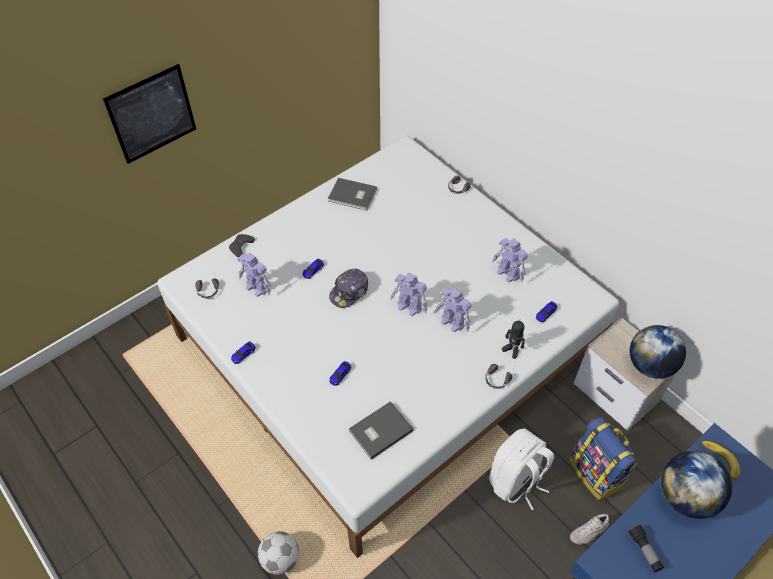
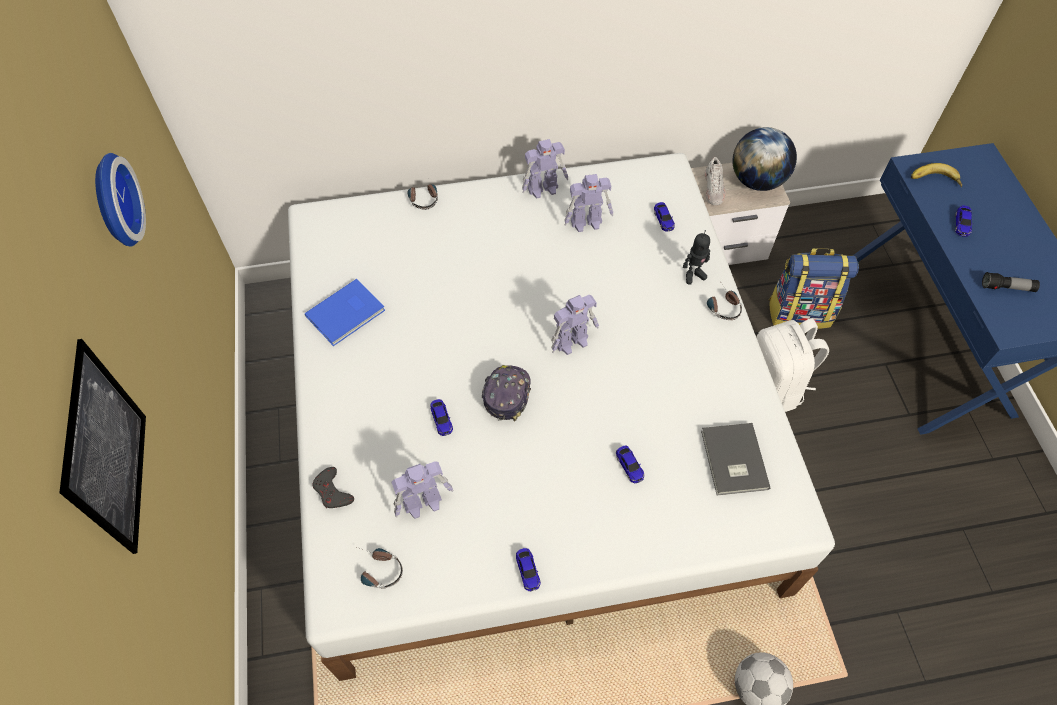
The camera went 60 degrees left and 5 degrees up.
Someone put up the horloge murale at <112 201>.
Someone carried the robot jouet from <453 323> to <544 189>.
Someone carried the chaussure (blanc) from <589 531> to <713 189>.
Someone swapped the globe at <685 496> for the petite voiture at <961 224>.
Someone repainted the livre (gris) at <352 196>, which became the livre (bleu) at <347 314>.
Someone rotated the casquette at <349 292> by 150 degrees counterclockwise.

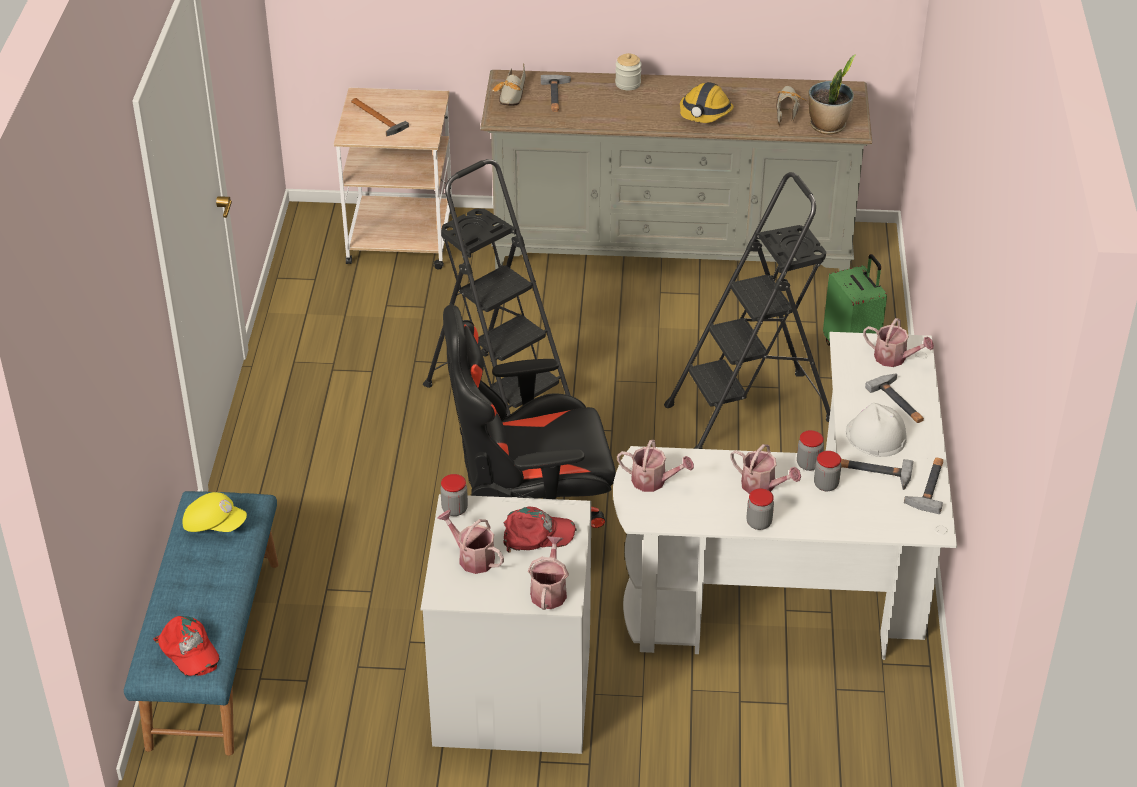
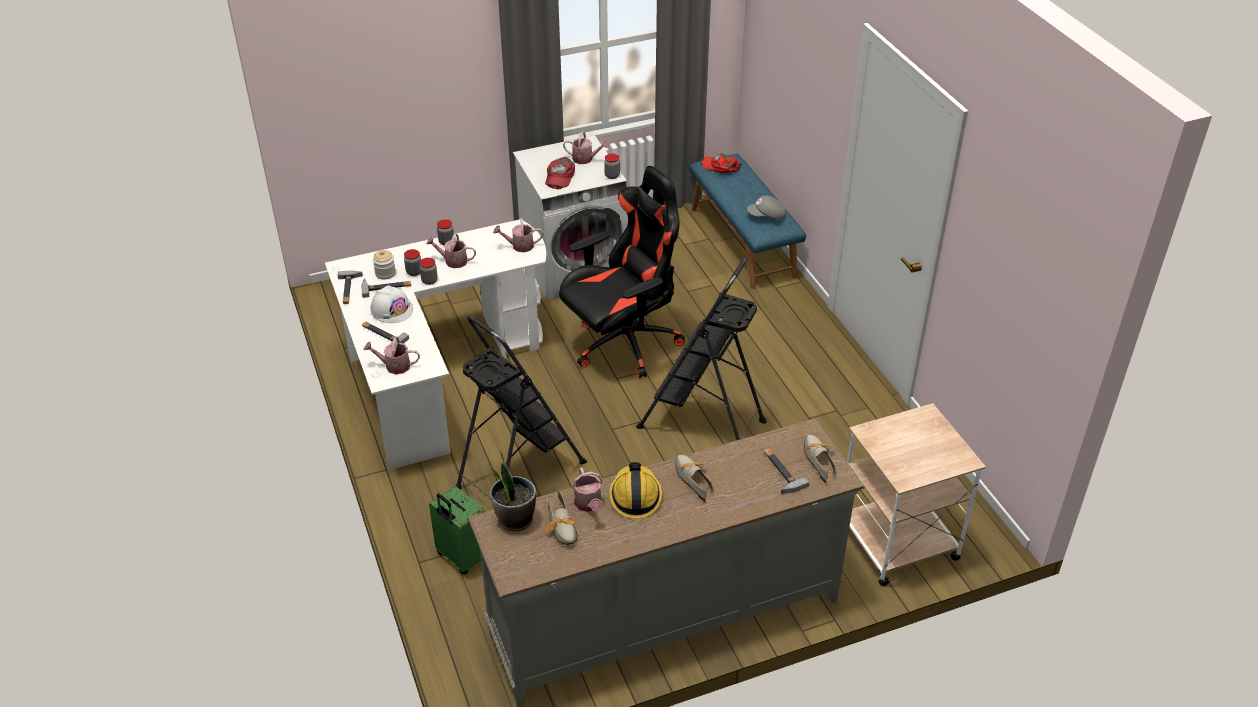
The camera went 155 degrees right and 0 degrees up.
Someone took away the marteau at <378 119>.
Someone put down the chaussure at <692 478>.
Someone carried the arrosoir from <549 591> to <589 504>.
Someone carried the bocal from <628 84> to <385 273>.
Someone repainted the casquette (jaune) at <215 524>, which became the casquette (gris) at <767 216>.
Someone rotated the casquette (rouge) at <537 534> by 45 degrees counterclockwise.

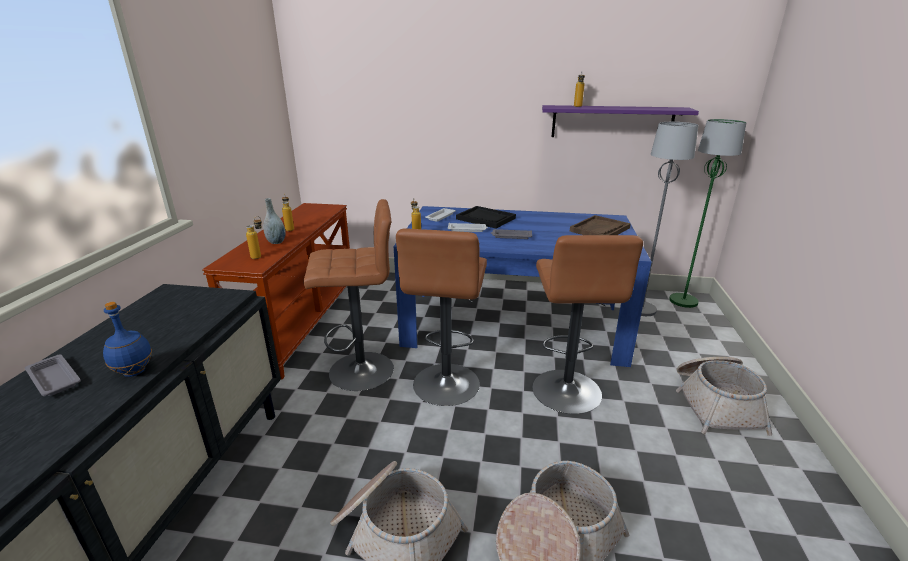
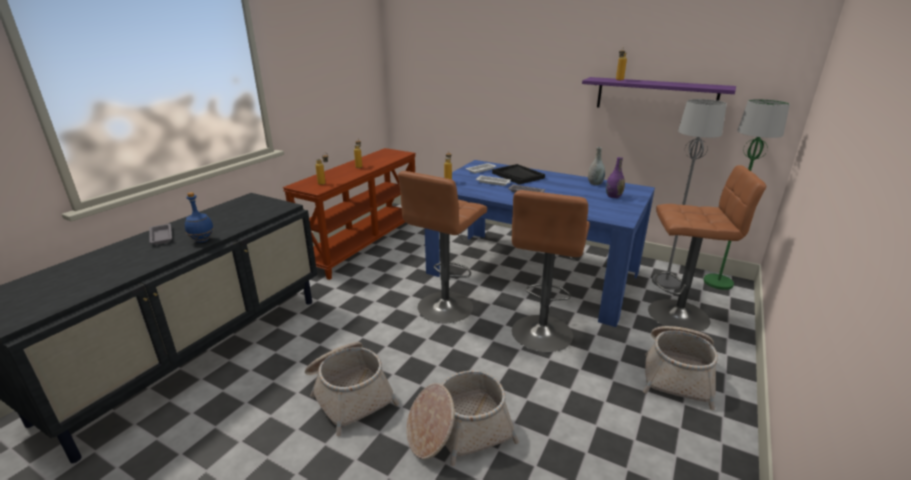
The camera went 20 degrees right and 0 degrees up.
Someone carried the vase (gris) from <276 242> to <595 183>.
Someone carried the tabouret (marron) from <362 371> to <679 316>.
Someone swapped the plateau (marron) at <599 229> for the vase (violet) at <613 196>.

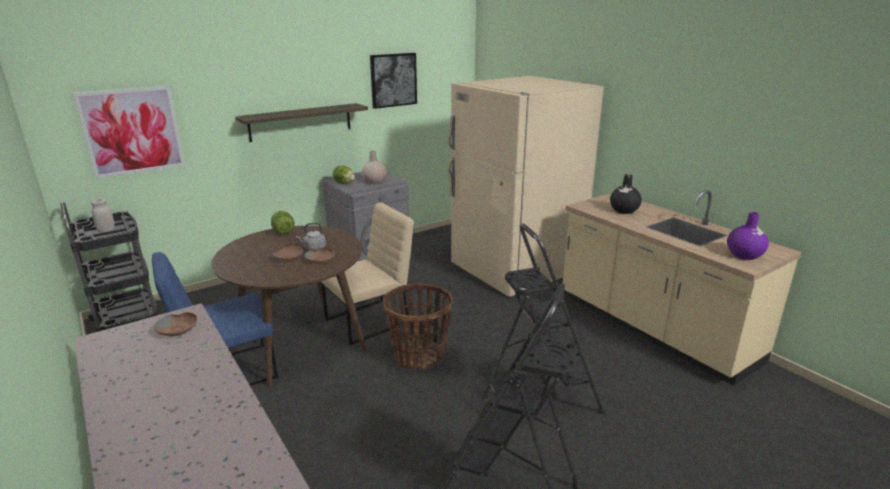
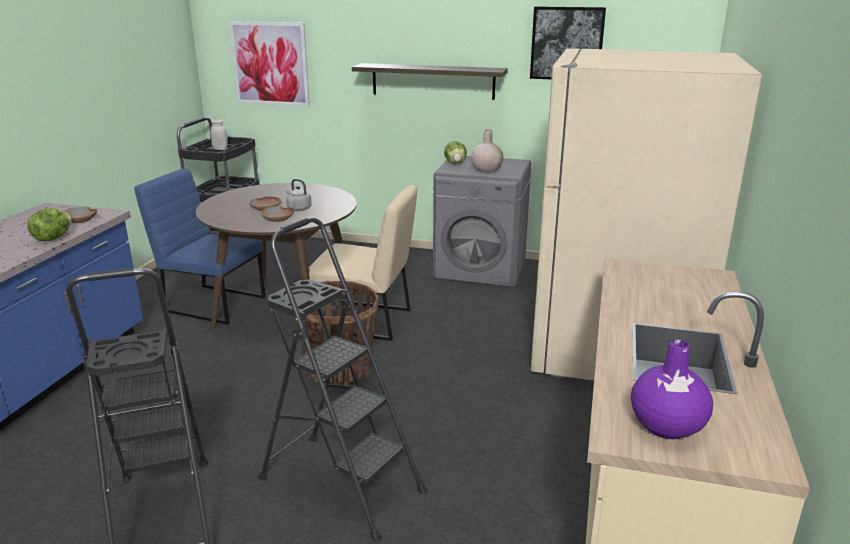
The camera went 50 degrees right and 0 degrees up.
Someone took away the vase (noir) at <623 210>.
Someone carried the laitue from <283 232> to <53 238>.

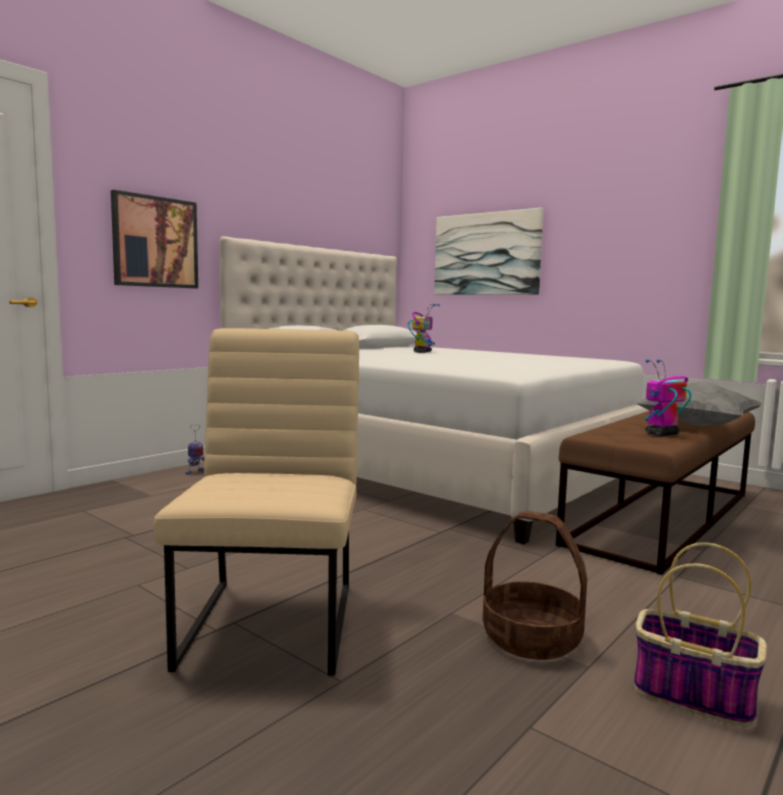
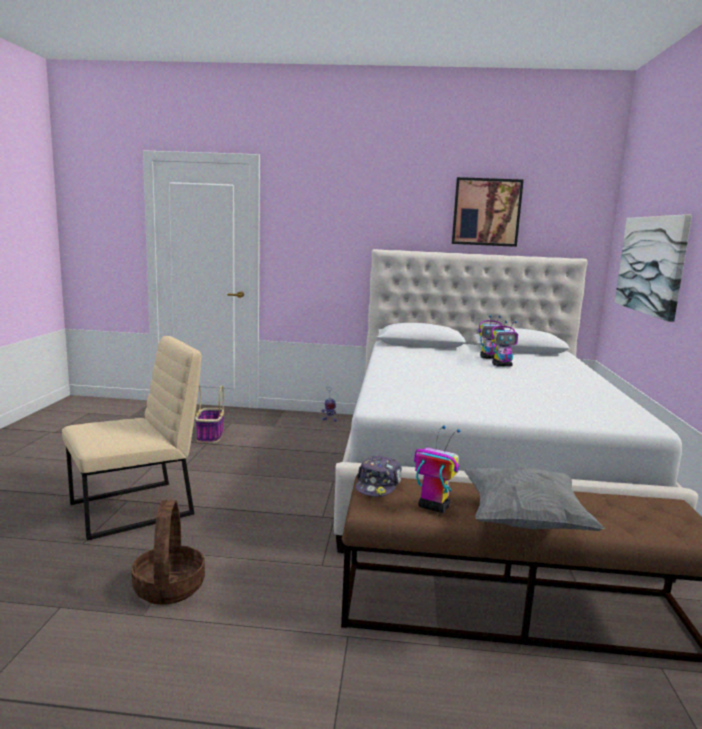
The camera went 55 degrees right and 5 degrees up.
Someone put down the casquette at <378 485>.
Someone put down the robot jouet at <489 358>.
Someone carried the tableau from <155 242> to <486 212>.
Someone carried the panier from <690 695> to <210 436>.

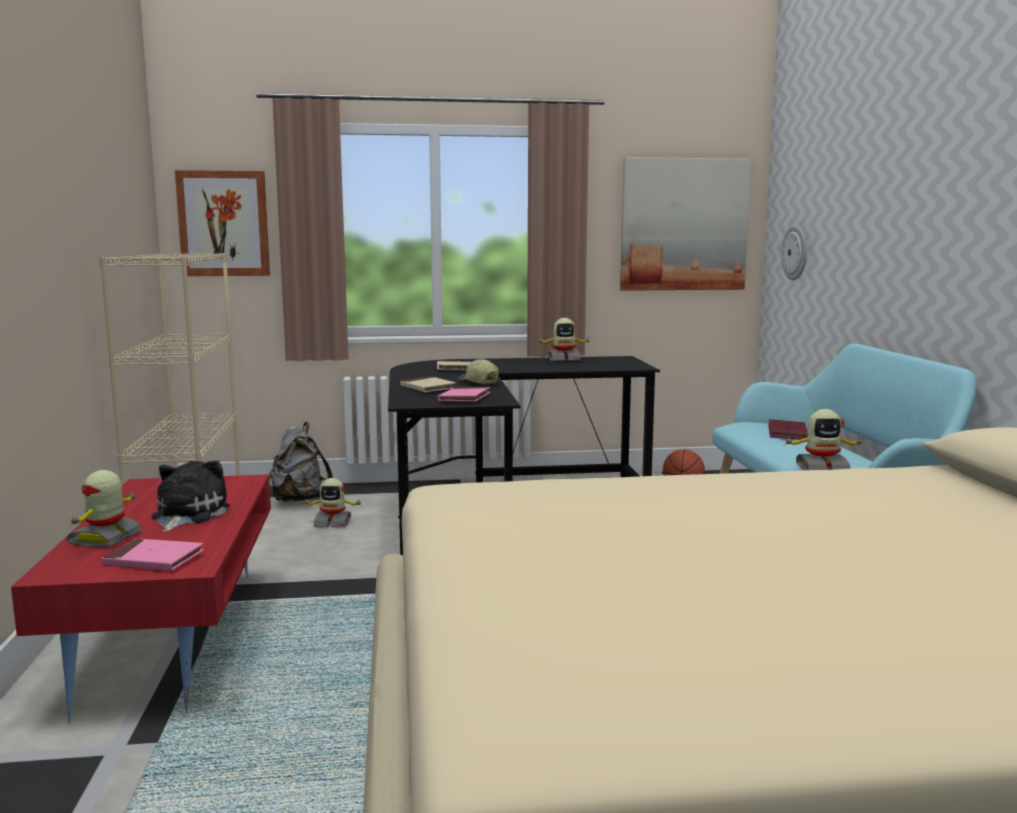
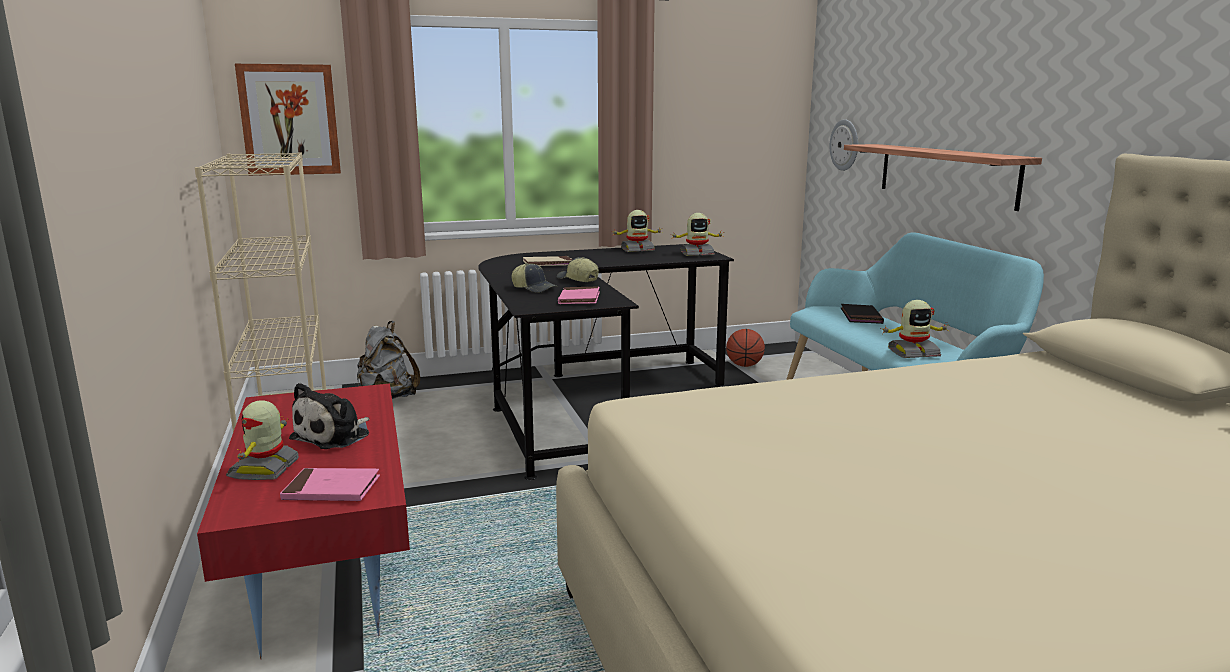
The camera went 10 degrees left and 5 degrees up.
Someone took away the tableau at <683 225>.
Someone put up the étagère at <946 174>.
Someone carried the robot jouet from <333 523> to <697 254>.
Someone swapped the livre (beige) at <428 388> for the casquette at <534 288>.
Someone repainted the livre (rouge) at <787 433>, which became the livre (noir) at <861 317>.
Someone rotated the peluche at <187 515> by 150 degrees counterclockwise.

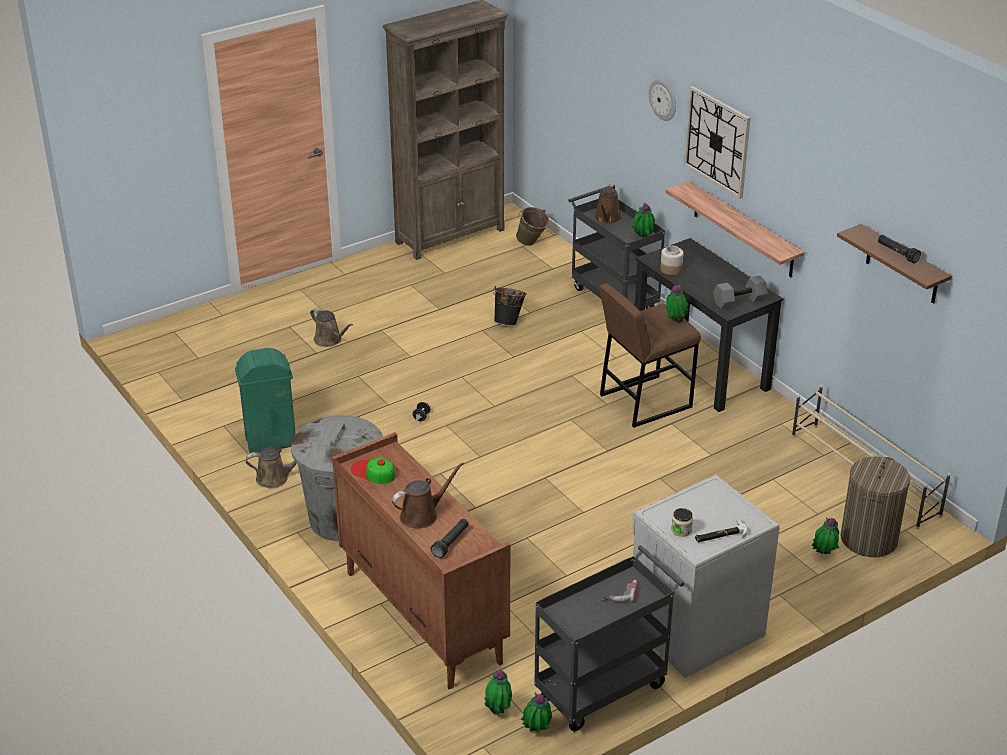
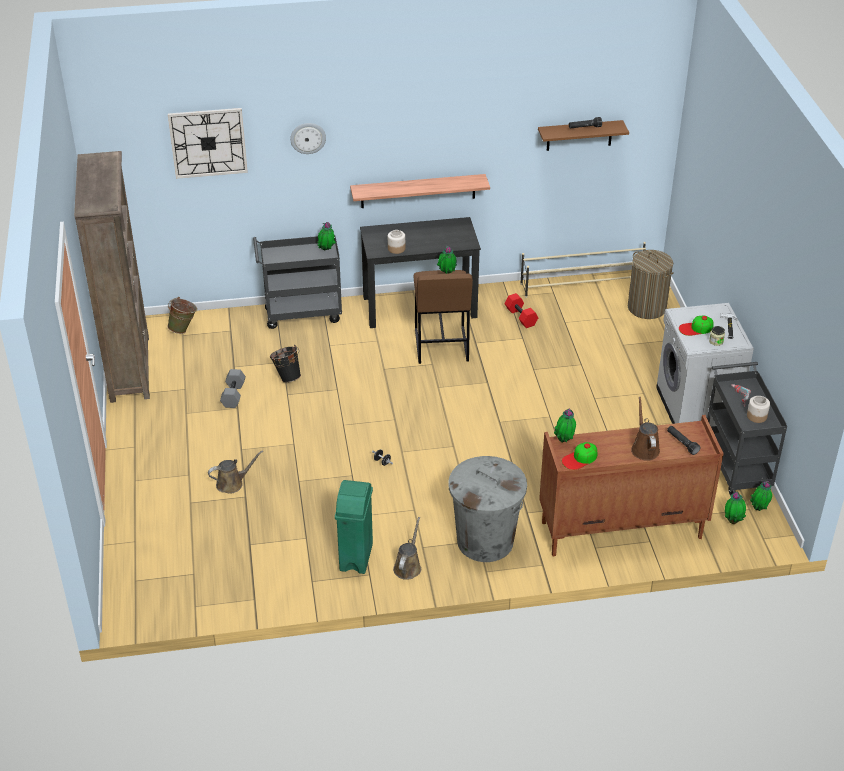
The camera went 65 degrees left and 5 degrees up.
Someone took away the arrosoir (marron) at <607 219>.
Someone put down the haltère (rouge) at <521 317>.
Someone put down the casquette at <696 328>.
Someone put down the bocal at <757 416>.
Someone carried the horloge murale from <717 141> to <208 142>.
Someone carried the haltère (gris) from <739 302> to <234 395>.
Someone carried the plante en pot from <823 554> to <564 441>.

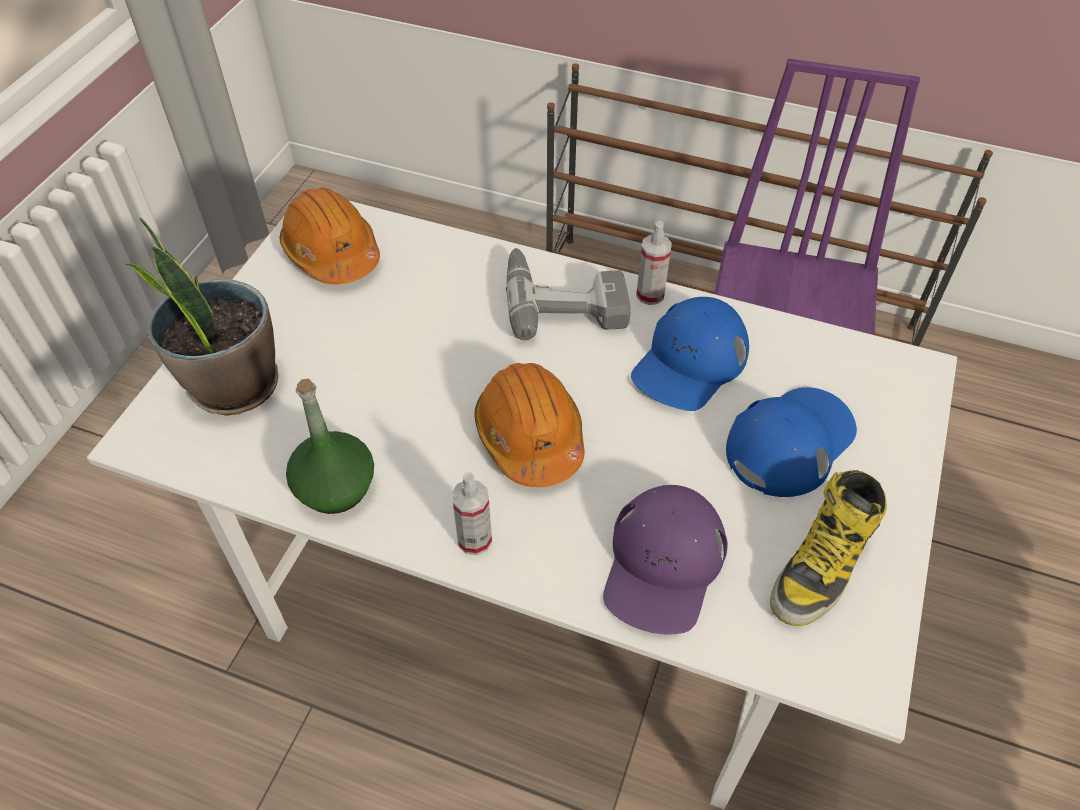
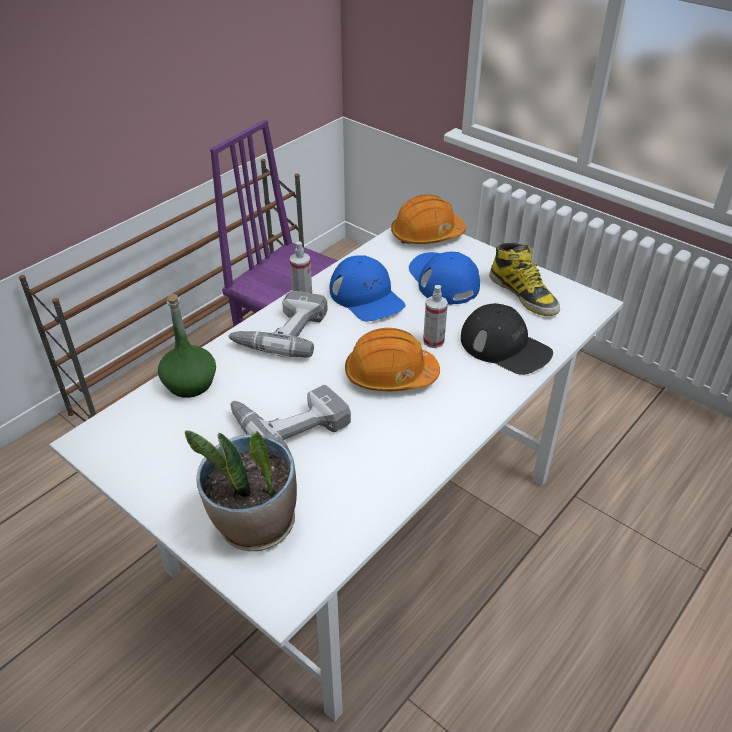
The camera went 70 degrees left and 10 degrees down.
Someone put down the perceuse at <289 423>.
Someone carried the casque de chantier (orange) from <332 252> to <426 235>.
Someone carried the bouteille (vert) from <335 488> to <190 384>.
Someone carried the vaporisateur from <474 540> to <433 341>.
Someone repainted the casquette (violet) at <663 564>, which became the casquette (noir) at <505 347>.

